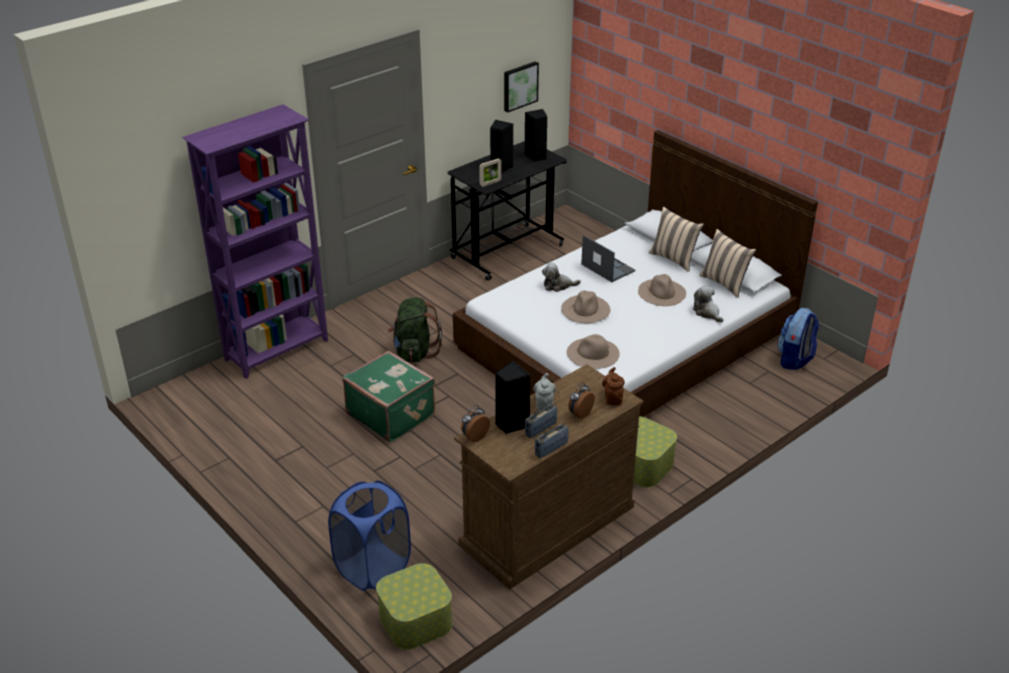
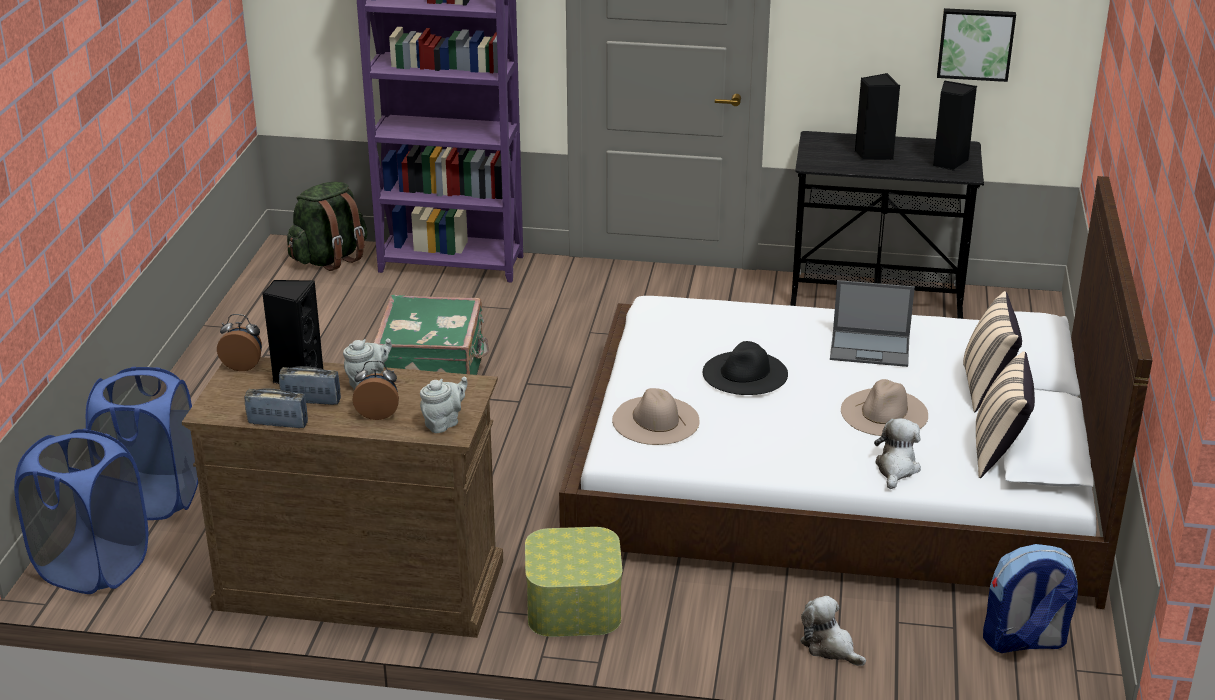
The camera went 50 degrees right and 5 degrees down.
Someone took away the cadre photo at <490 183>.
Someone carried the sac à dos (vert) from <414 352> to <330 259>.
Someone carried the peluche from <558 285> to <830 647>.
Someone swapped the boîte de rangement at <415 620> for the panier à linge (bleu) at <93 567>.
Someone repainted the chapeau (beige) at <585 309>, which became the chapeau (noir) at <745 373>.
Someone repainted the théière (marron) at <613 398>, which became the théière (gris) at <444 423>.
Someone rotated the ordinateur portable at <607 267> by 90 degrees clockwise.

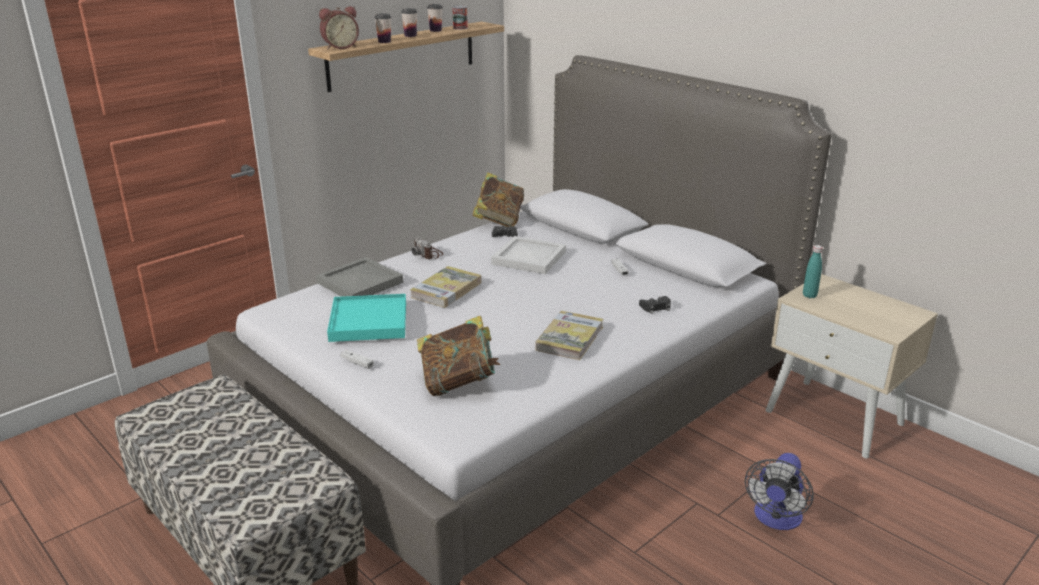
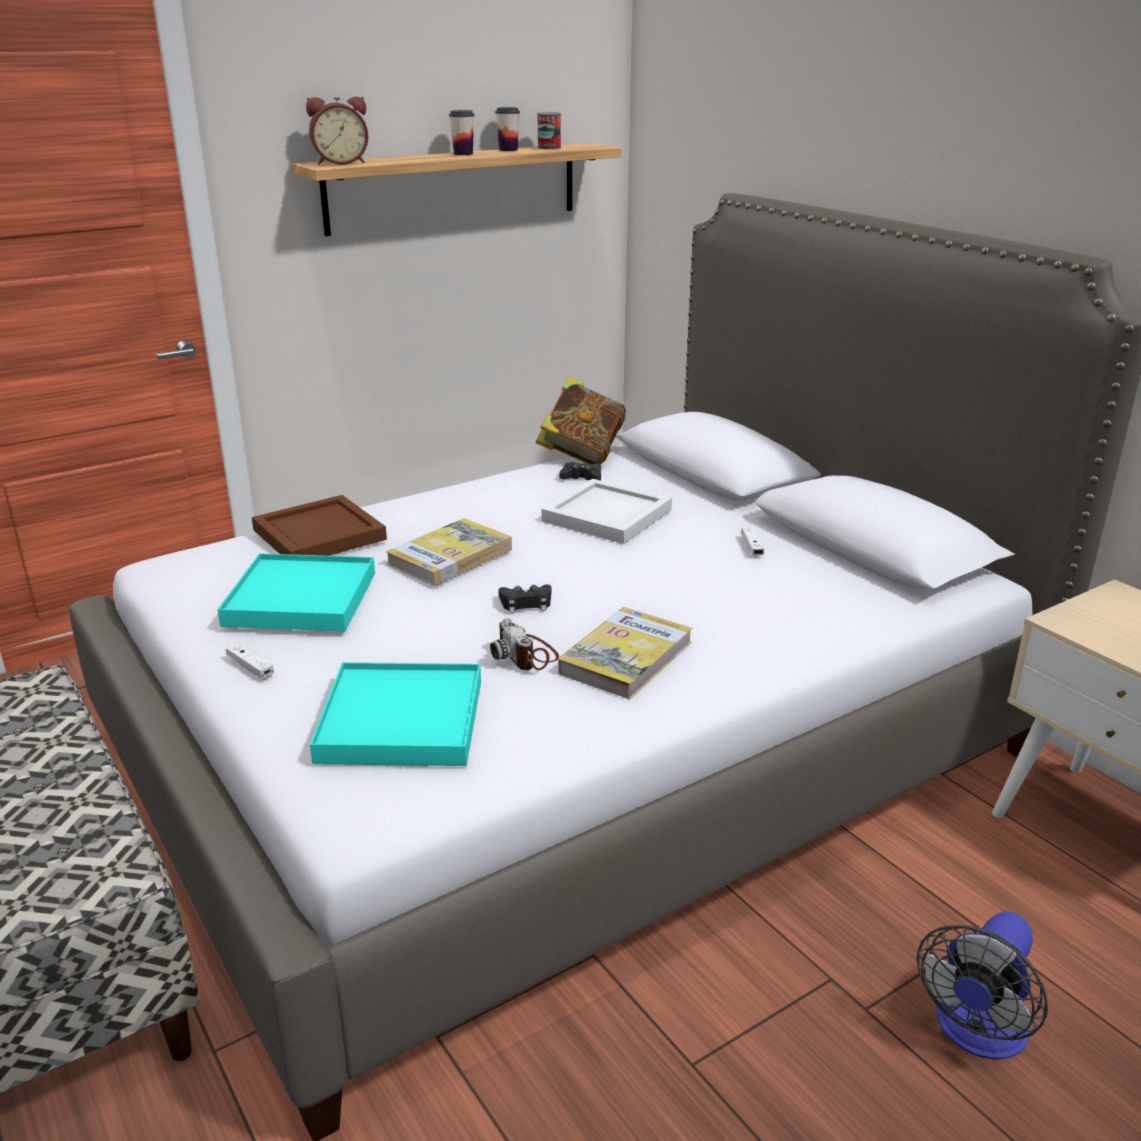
The camera went 10 degrees right and 0 degrees up.
Someone took away the tasse at <384 41>.
Someone took away the bouteille (turquoise) at <809 295>.
Someone carried the appareil photo from <428 254> to <526 655>.
Someone carried the manette (noir) from <656 307> to <526 603>.
Someone swapped the livre at <459 383> for the plateau (turquoise) at <401 720>.
Someone repainted the plateau (gris) at <359 283>, which became the plateau (marron) at <318 535>.

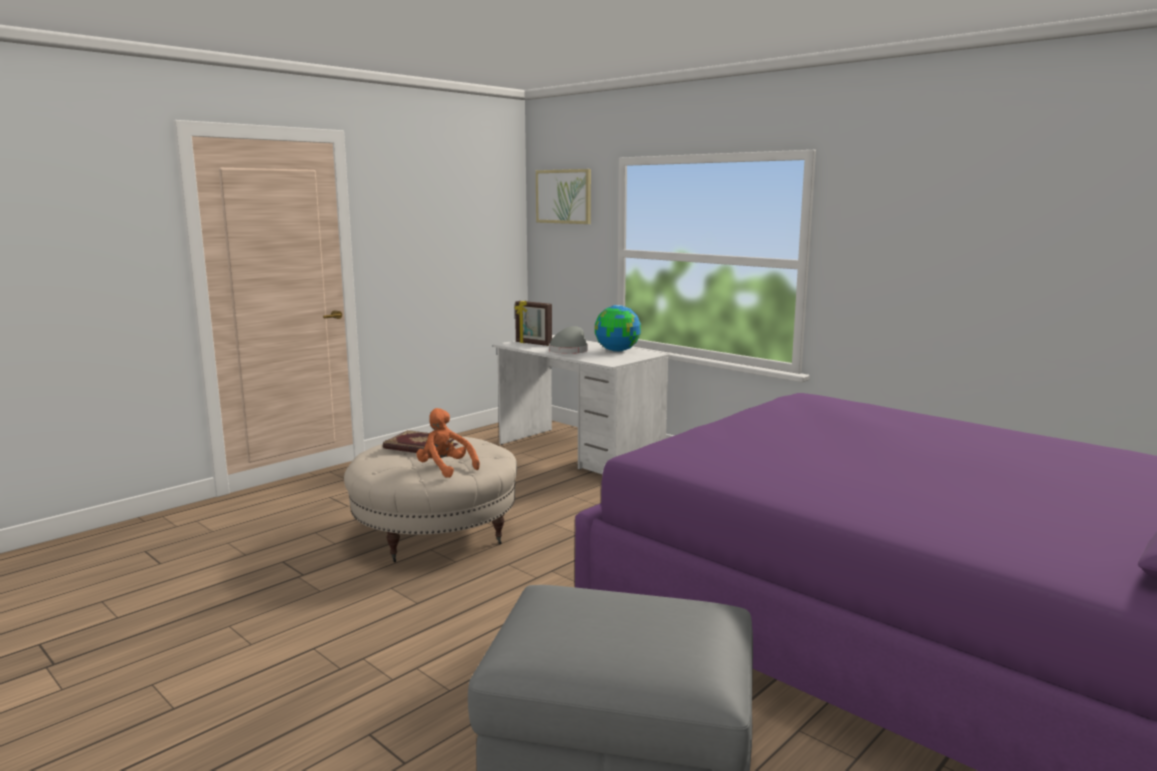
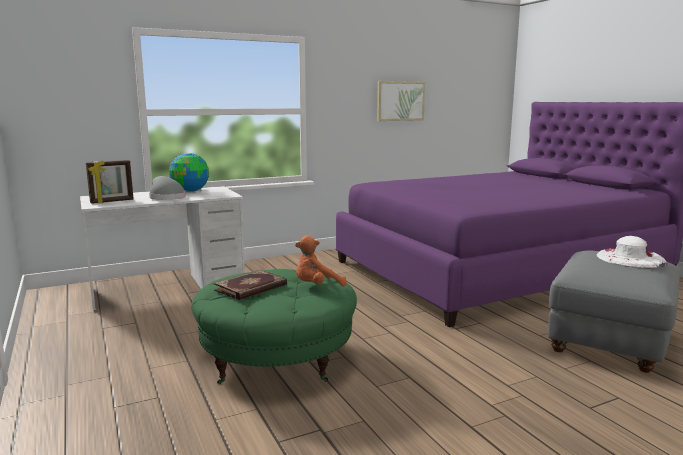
The camera went 70 degrees left and 0 degrees up.
Someone put down the chapeau (blanc) at <630 258>.
Someone carried the tableau from <564 196> to <400 101>.
Someone repainted the pouf (beige) at <435 532>, which became the pouf (vert) at <277 358>.

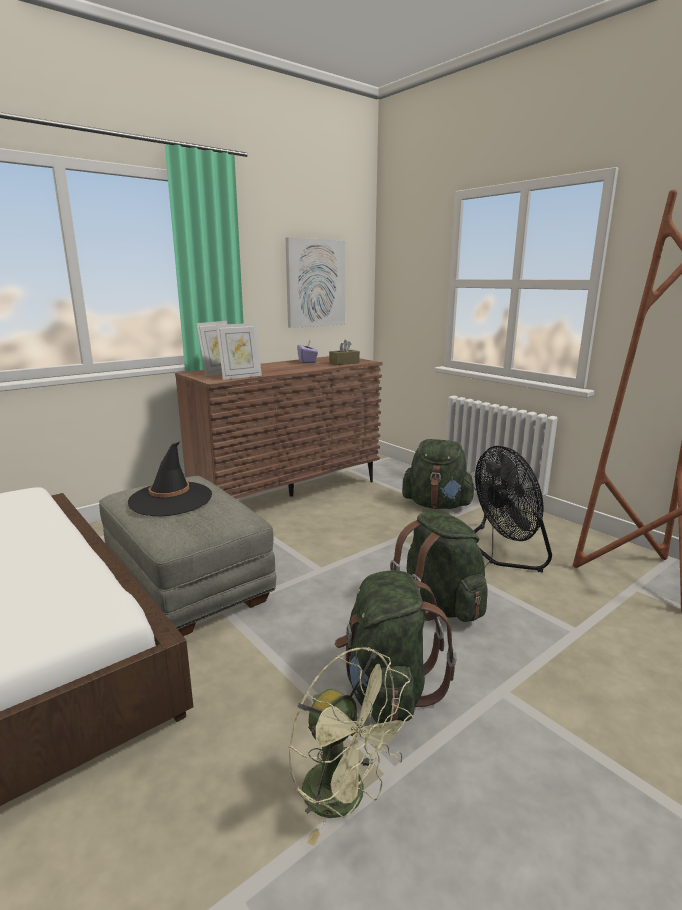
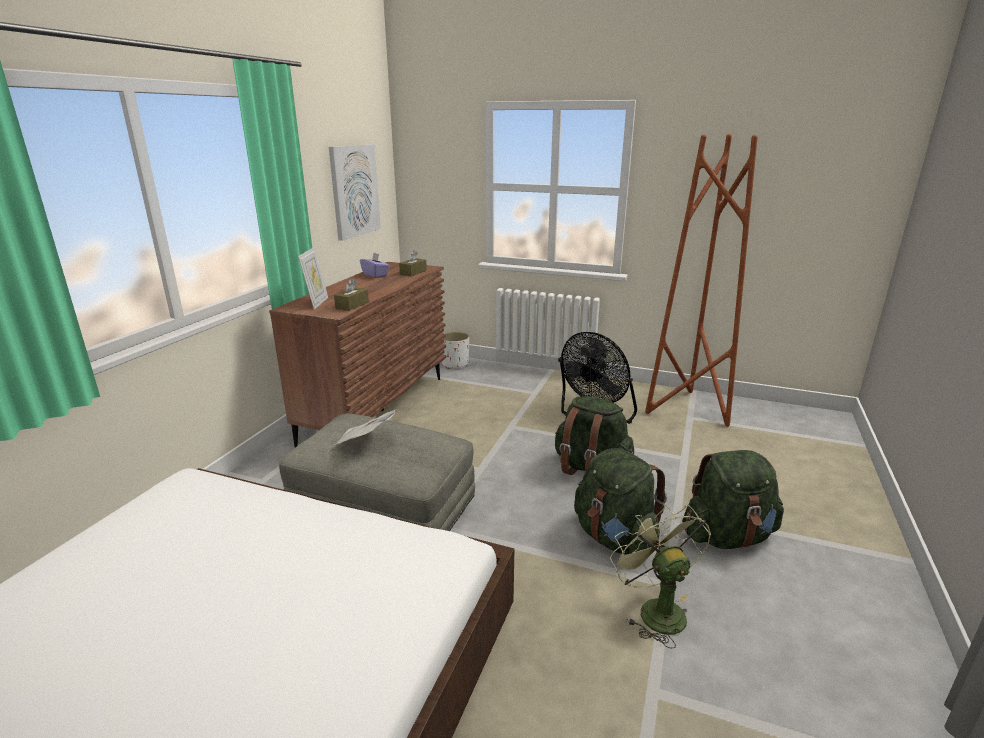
The camera went 30 degrees left and 5 degrees up.
Someone put down the cache-pot (blanc) at <455 364>.
Someone carried the sac à dos (vert) from <437 505> to <727 536>.
Someone swapped the chapeau (noir) at <170 499> for the journal at <366 442>.
Someone swapped the cadre photo at <240 377> for the boîte à mouchoirs (marron) at <352 305>.
Someone rotated the ventilateur (vert) at <346 797> by 120 degrees counterclockwise.

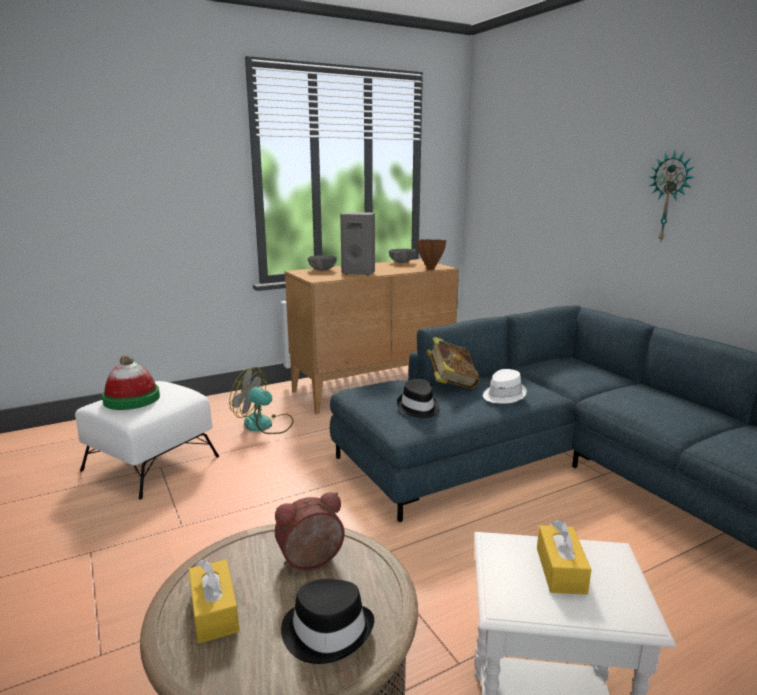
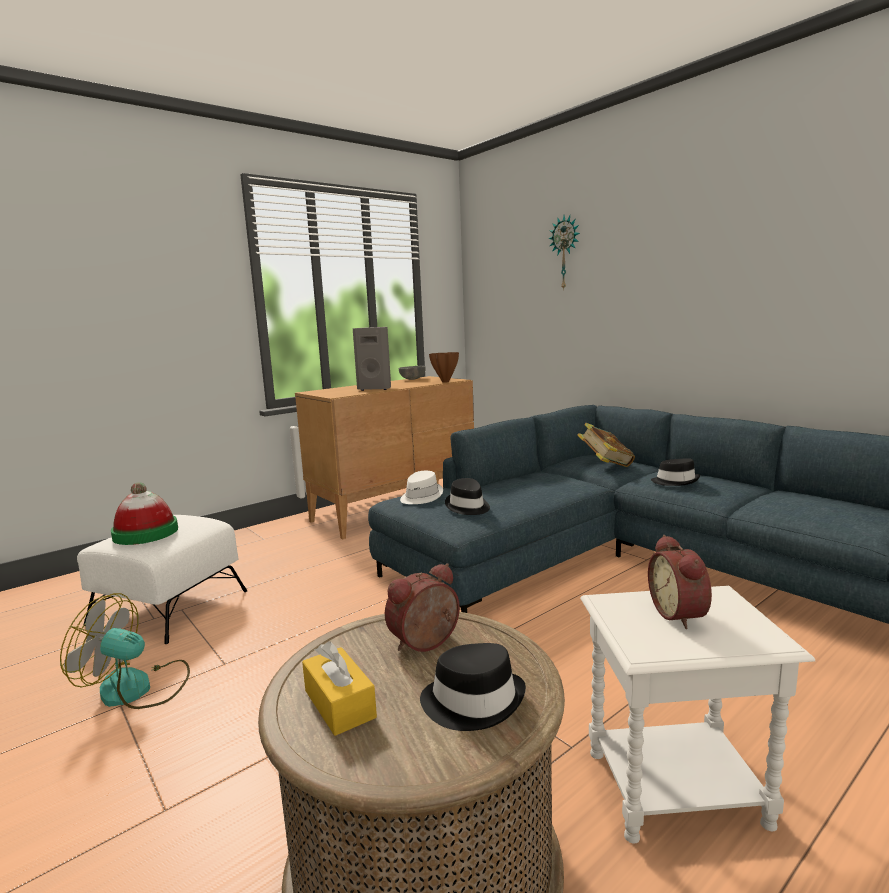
The camera went 10 degrees left and 5 degrees down.
Someone took away the bol (gris) at <321 270>.
Someone put down the chapeau (noir) at <675 481>.
Someone carried the ventilateur from <265 425> to <137 689>.
Someone carried the livre from <451 383> to <605 465>.
Someone carried the chapeau (blanc) from <503 395> to <420 497>.
Someone carried the horloge murale from <670 197> to <565 252>.
Someone swapped the boîte à mouchoirs (jaune) at <560 570> for the réveil at <680 614>.

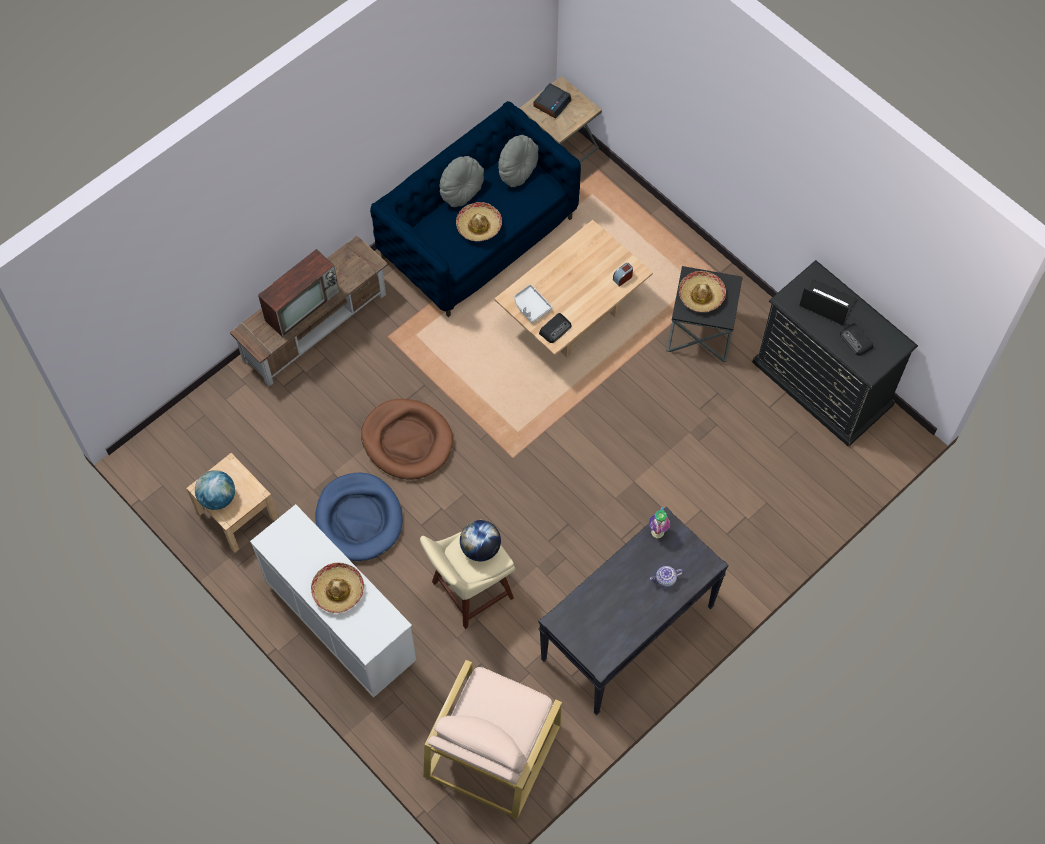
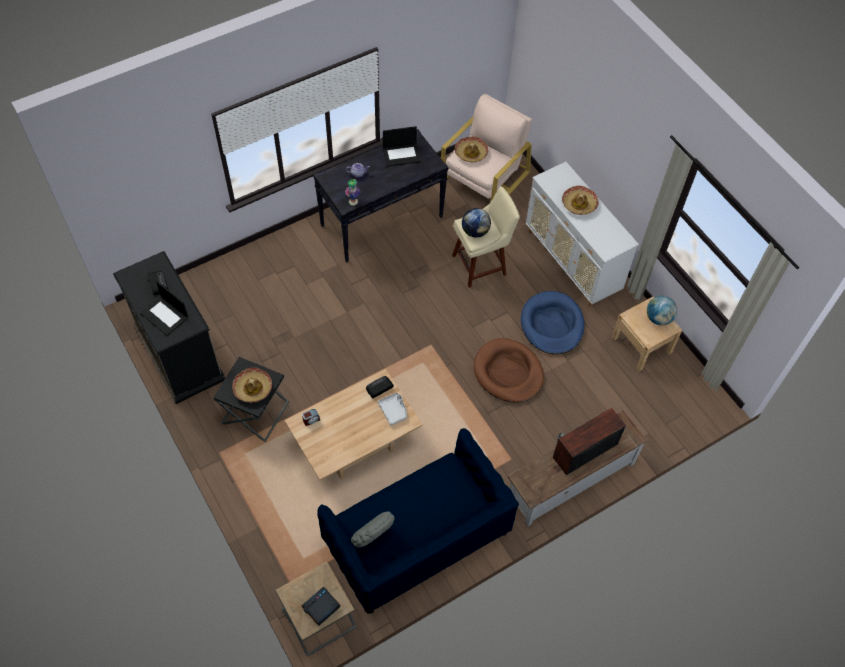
The camera went 170 degrees left and 5 degrees down.
Someone took away the coussin (gris) at <462 194>.
Someone put down the ordinateur portable at <402 154>.
Someone carried the chapeau from <479 226> to <471 153>.

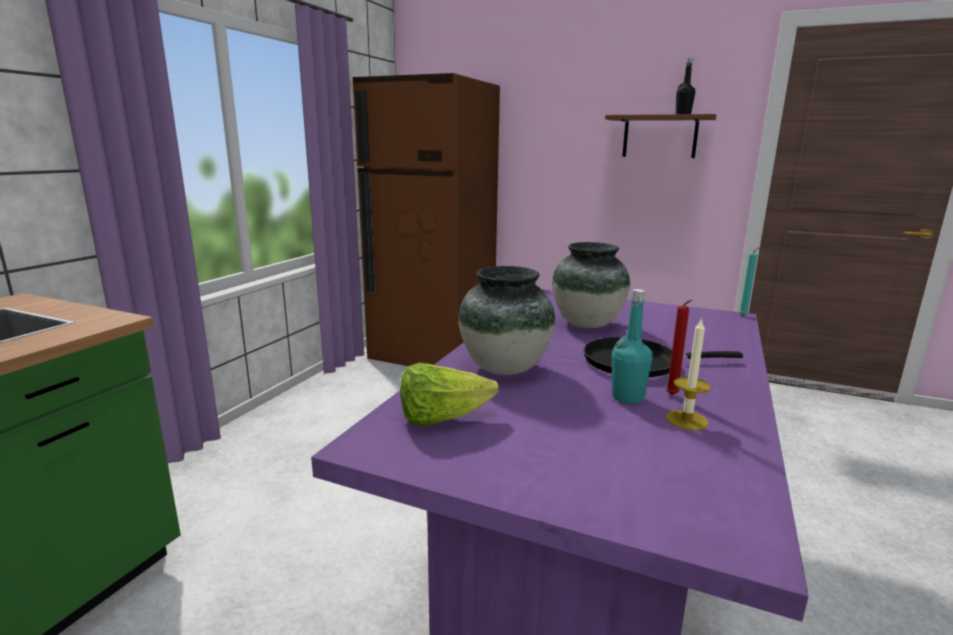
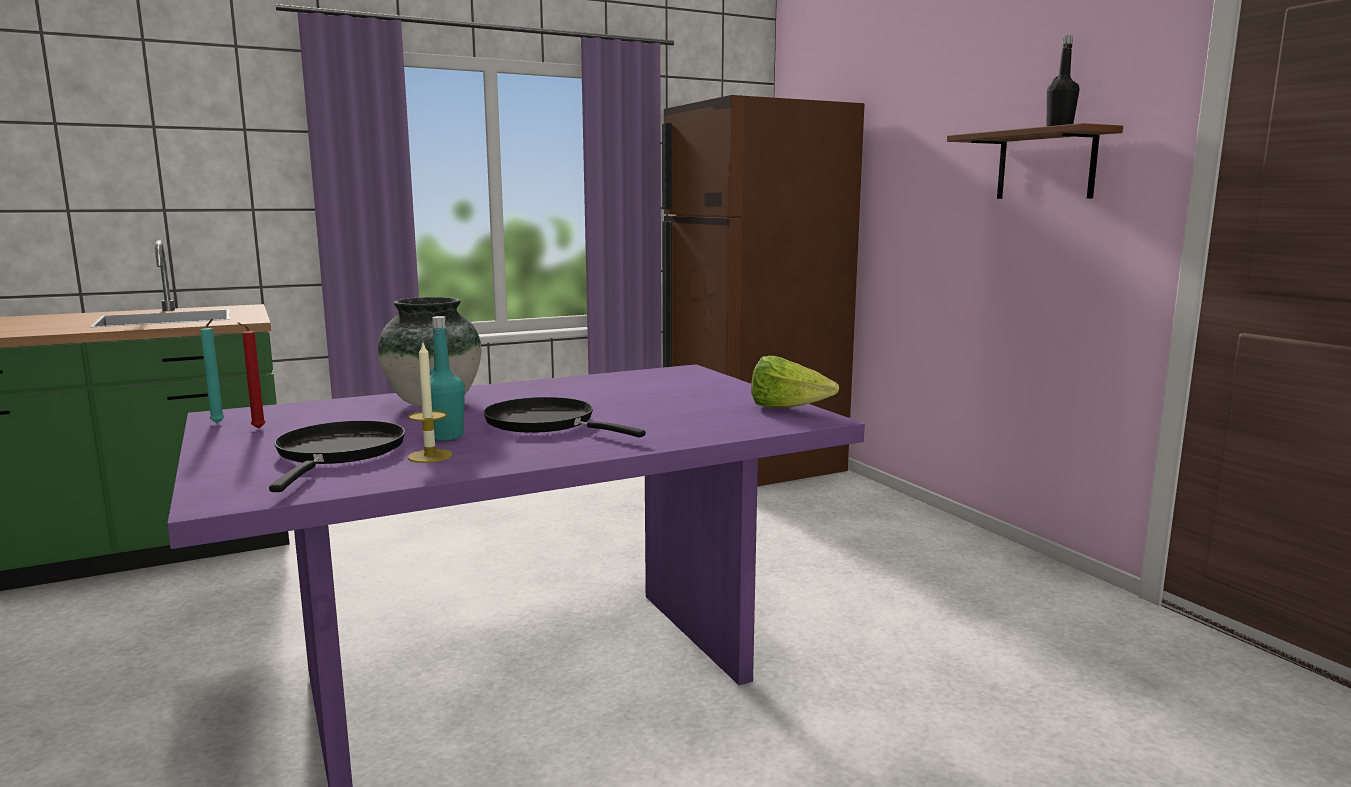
The camera went 40 degrees right and 5 degrees down.
Someone took away the vase at <588 324>.
Someone put down the poêle (noir) at <338 453>.
Someone carried the laitue from <441 419> to <787 409>.
Someone carried the bougie (rouge) from <673 396> to <256 429>.
Someone carried the bougie (turquoise) from <744 315> to <219 423>.

